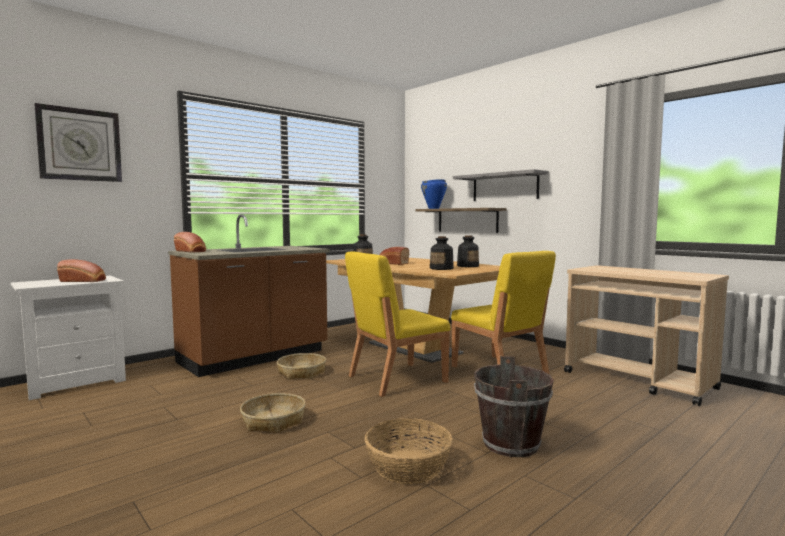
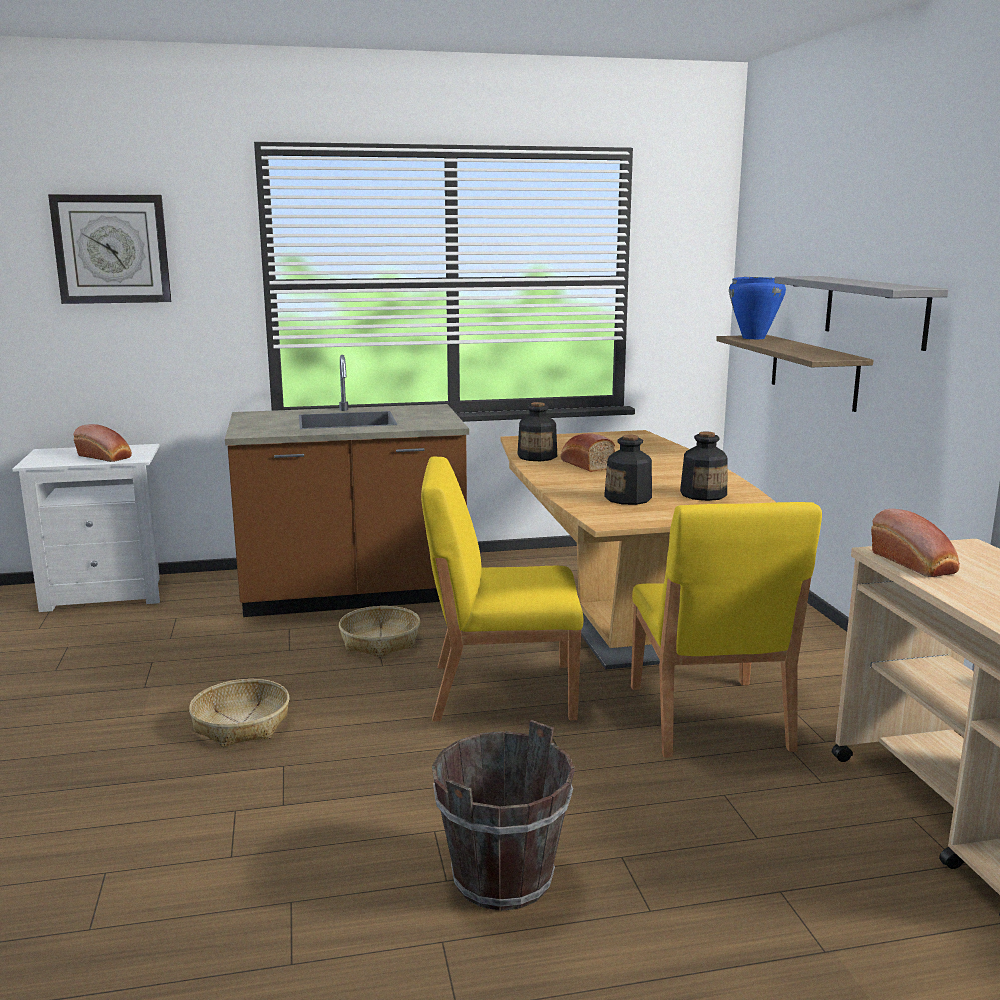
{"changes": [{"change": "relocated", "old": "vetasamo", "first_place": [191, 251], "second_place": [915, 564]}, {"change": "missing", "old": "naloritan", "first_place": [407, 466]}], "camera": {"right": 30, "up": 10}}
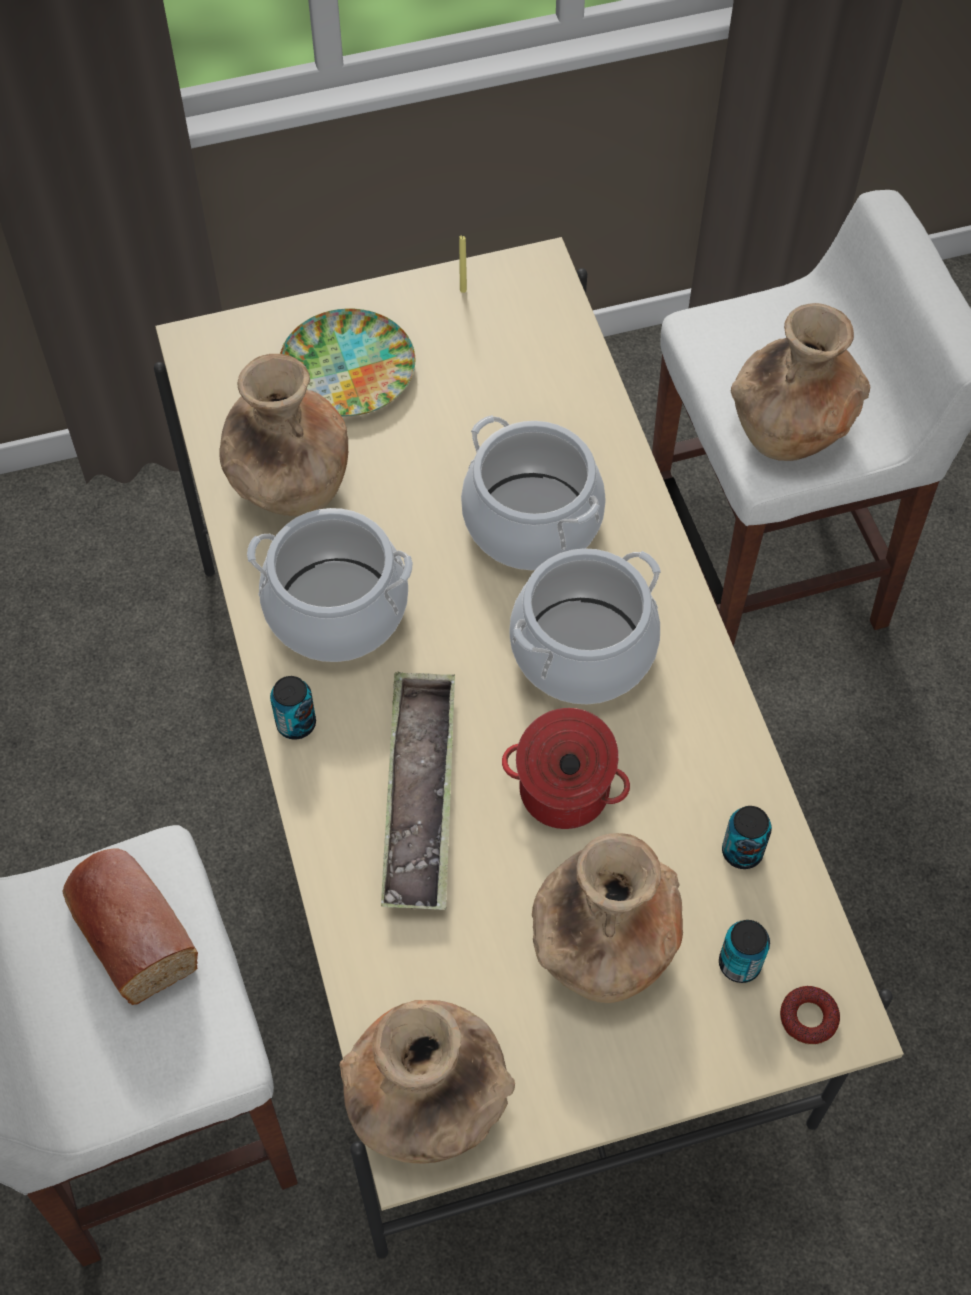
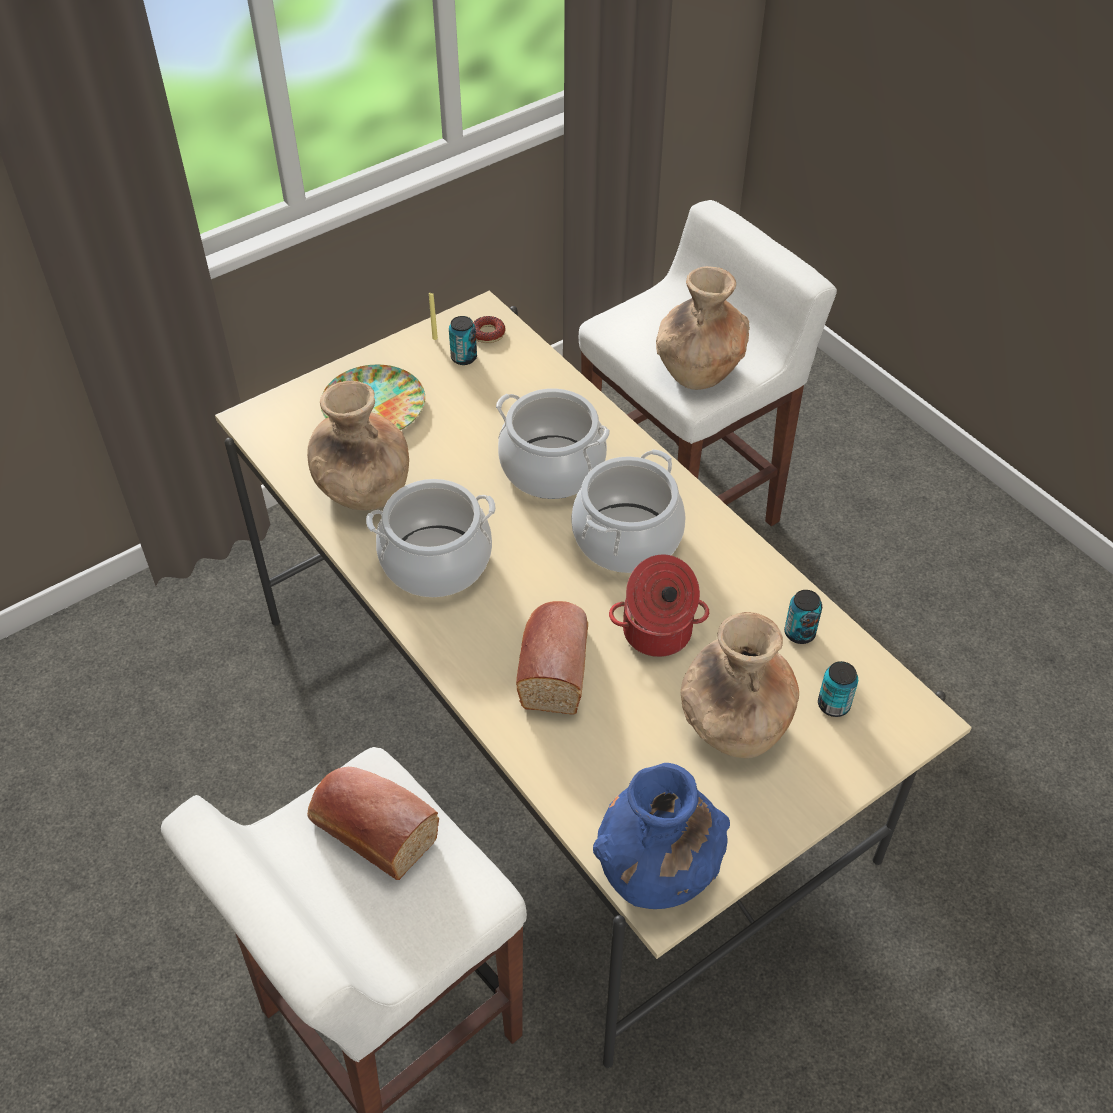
{"changes": [{"change": "relocated", "old": "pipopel", "first_place": [296, 723], "second_place": [464, 357]}, {"change": "colour", "old": "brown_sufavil", "new": "blue_sufavil", "first_place": [427, 1103], "second_place": [657, 870]}, {"change": "exchanged", "old": "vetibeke", "new": "vetasamo", "first_place": [420, 795], "second_place": [555, 665]}, {"change": "relocated", "old": "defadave", "first_place": [808, 1018], "second_place": [488, 333]}], "camera": {"right": -20, "up": -10}}
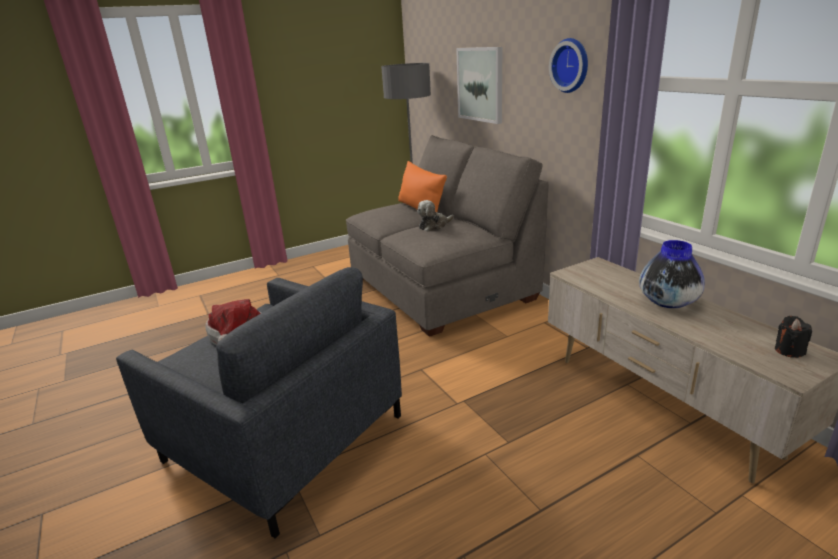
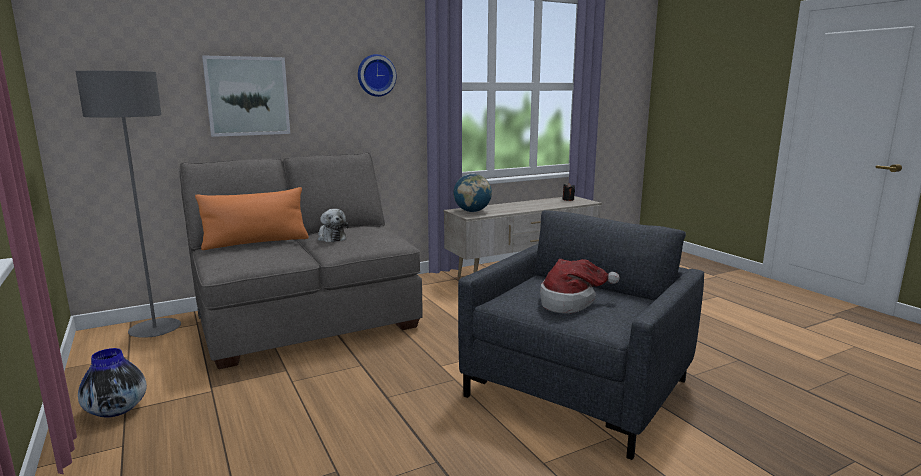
{"changes": [{"change": "relocated", "old": "sufavil", "first_place": [667, 302], "second_place": [116, 410]}, {"change": "appeared", "new": "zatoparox", "second_place": [472, 211]}], "camera": {"right": -90, "up": -10}}
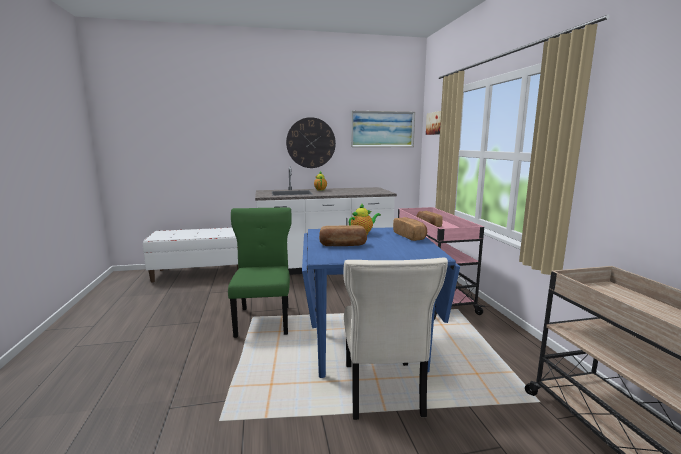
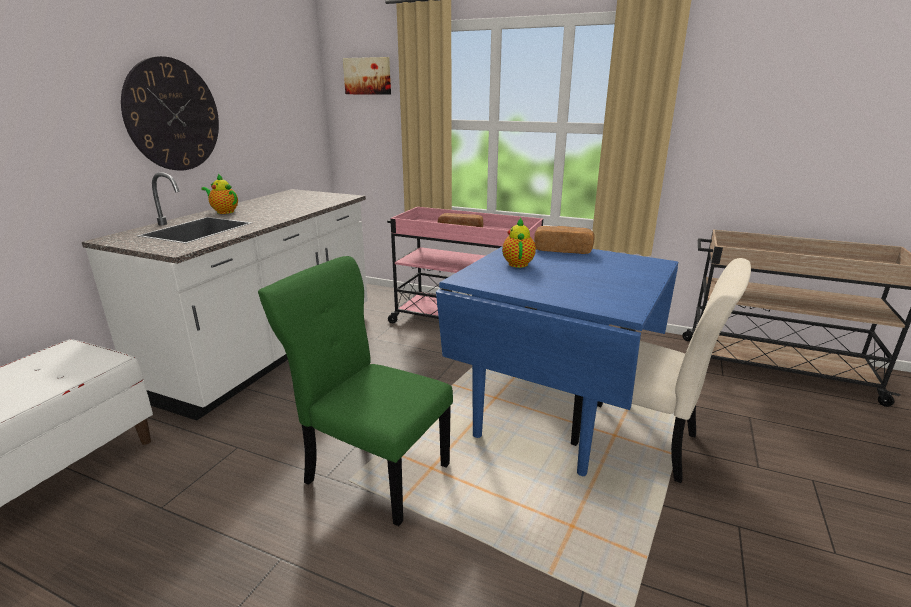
{"changes": [{"change": "missing", "old": "vetasamo", "first_place": [343, 245]}, {"change": "missing", "old": "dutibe", "first_place": [382, 129]}], "camera": {"right": -55, "up": 10}}
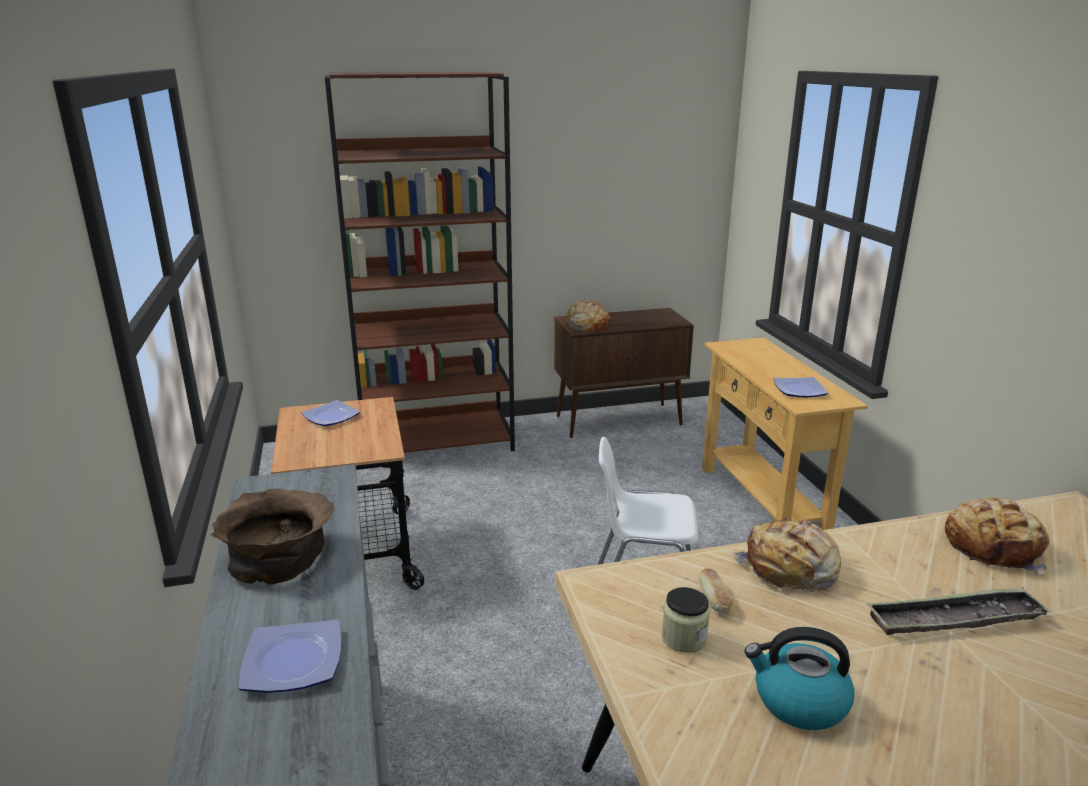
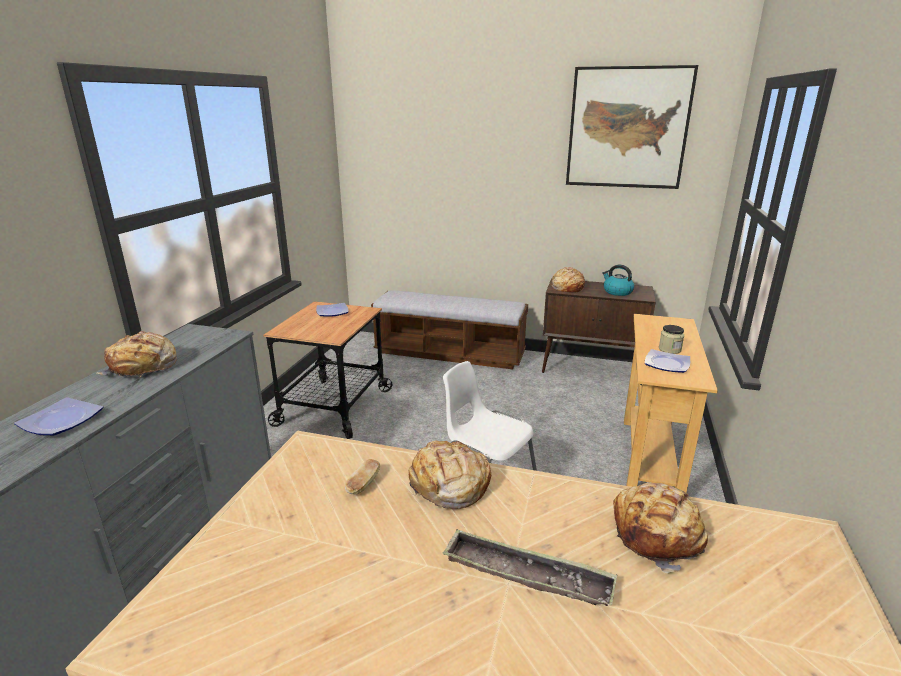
{"changes": [{"change": "exchanged", "old": "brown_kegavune", "new": "vetasamo", "first_place": [280, 554], "second_place": [143, 367]}, {"change": "exchanged", "old": "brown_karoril", "new": "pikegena", "first_place": [437, 442], "second_place": [449, 353]}, {"change": "relocated", "old": "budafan", "first_place": [684, 638], "second_place": [669, 349]}, {"change": "relocated", "old": "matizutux", "first_place": [798, 701], "second_place": [617, 292]}, {"change": "appeared", "new": "dutibe", "second_place": [627, 128]}], "camera": {"right": 30, "up": 0}}
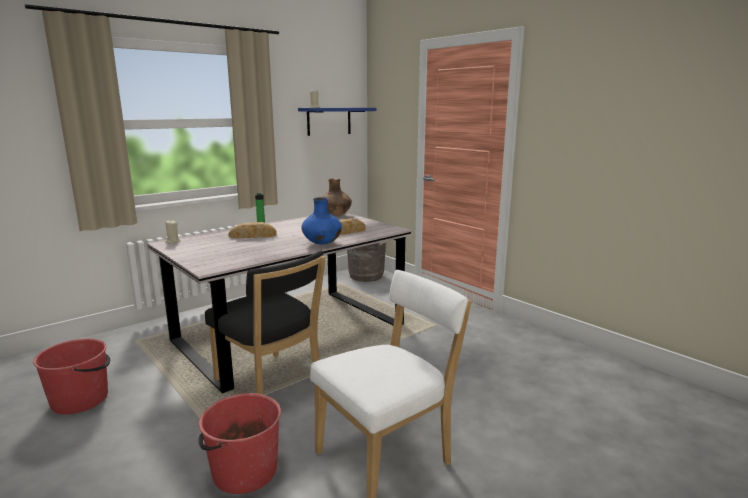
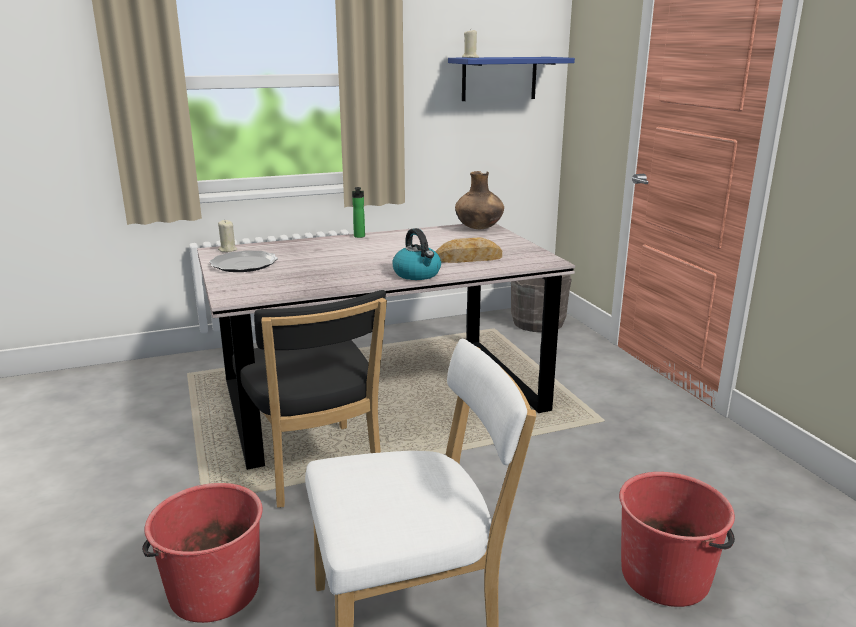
{"changes": [{"change": "relocated", "old": "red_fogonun", "first_place": [81, 399], "second_place": [666, 576]}, {"change": "missing", "old": "vetasamo", "first_place": [253, 236]}, {"change": "exchanged", "old": "blue_sufavil", "new": "matizutux", "first_place": [322, 243], "second_place": [417, 274]}, {"change": "appeared", "new": "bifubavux", "second_place": [243, 264]}], "camera": {"right": 20, "up": 5}}
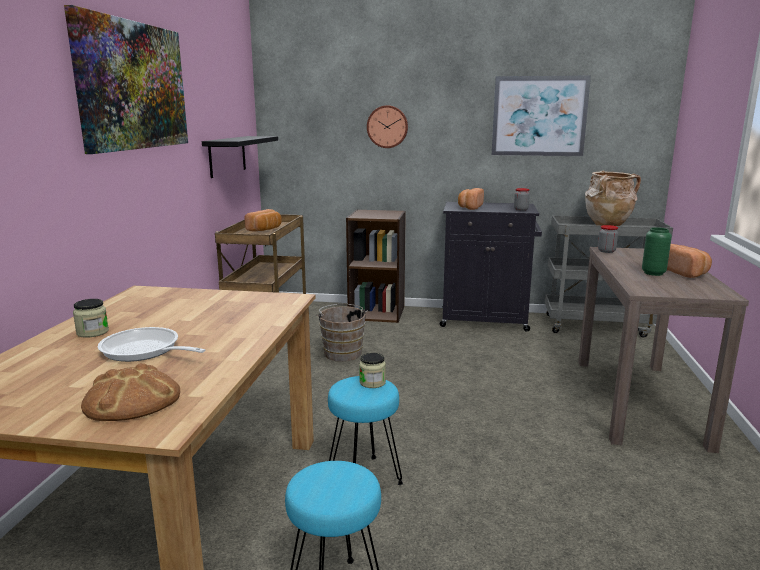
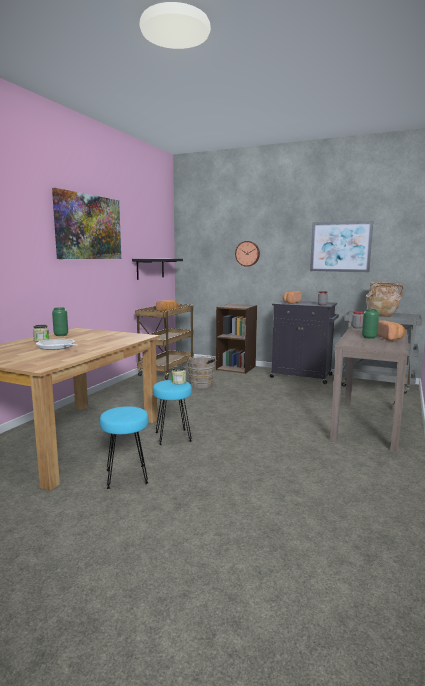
{"changes": [{"change": "missing", "old": "vetasamo", "first_place": [132, 400]}, {"change": "appeared", "new": "green_sufavil", "second_place": [61, 335]}], "camera": {"right": 15, "up": -5}}
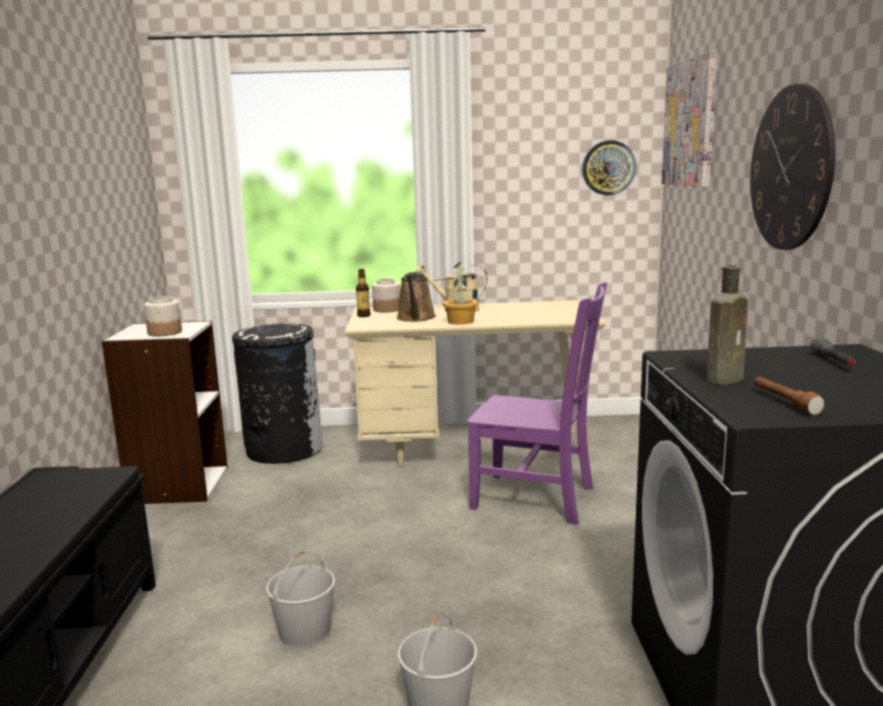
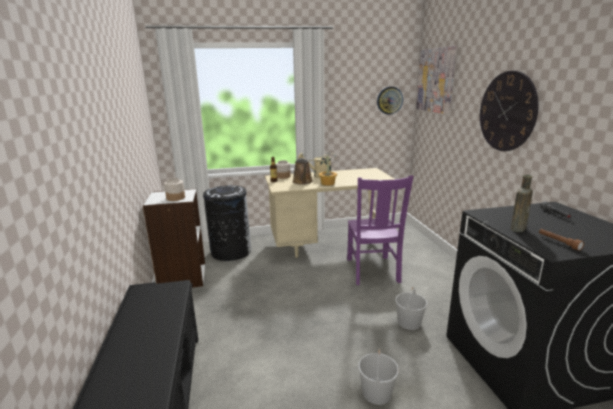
{"changes": [{"change": "relocated", "old": "white_fogonun", "first_place": [305, 631], "second_place": [409, 322]}, {"change": "spun", "old": "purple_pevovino", "first_place": [537, 498], "second_place": [372, 271], "degrees": 75}], "camera": {"right": -10, "up": 5}}
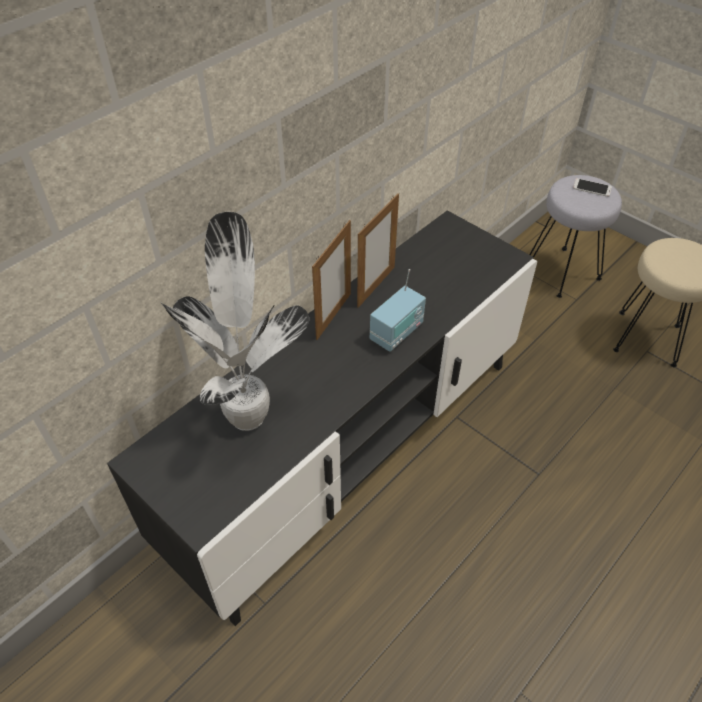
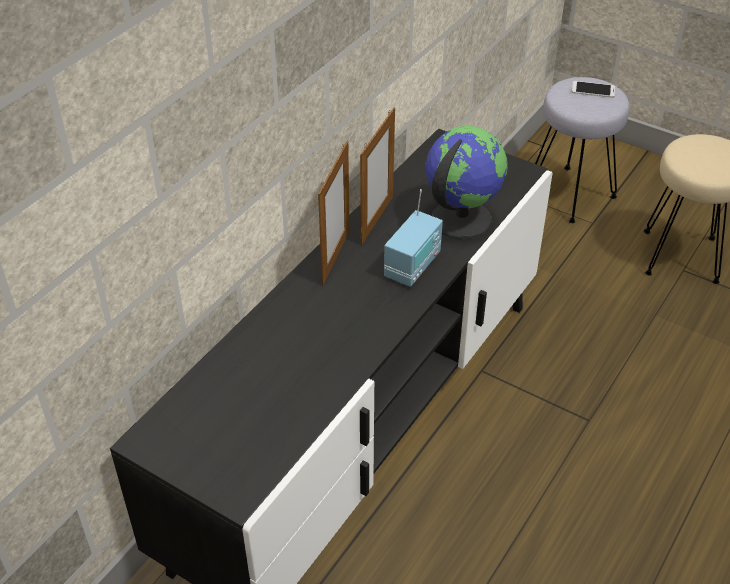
{"changes": [{"change": "missing", "old": "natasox", "first_place": [248, 414]}, {"change": "appeared", "new": "zatoparox", "second_place": [460, 219]}], "camera": {"right": -10, "up": -5}}
